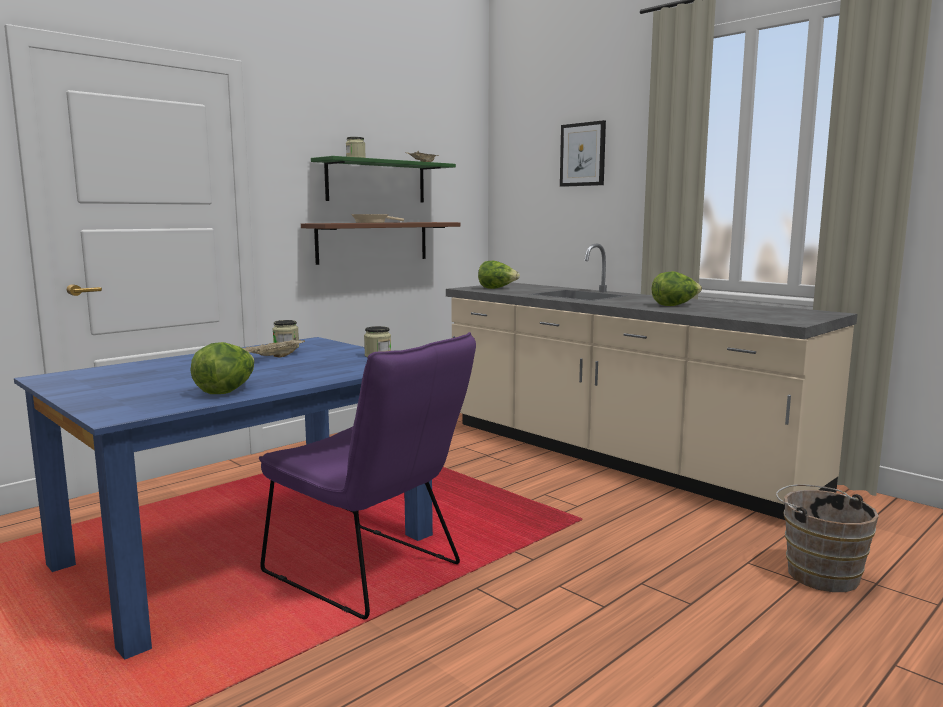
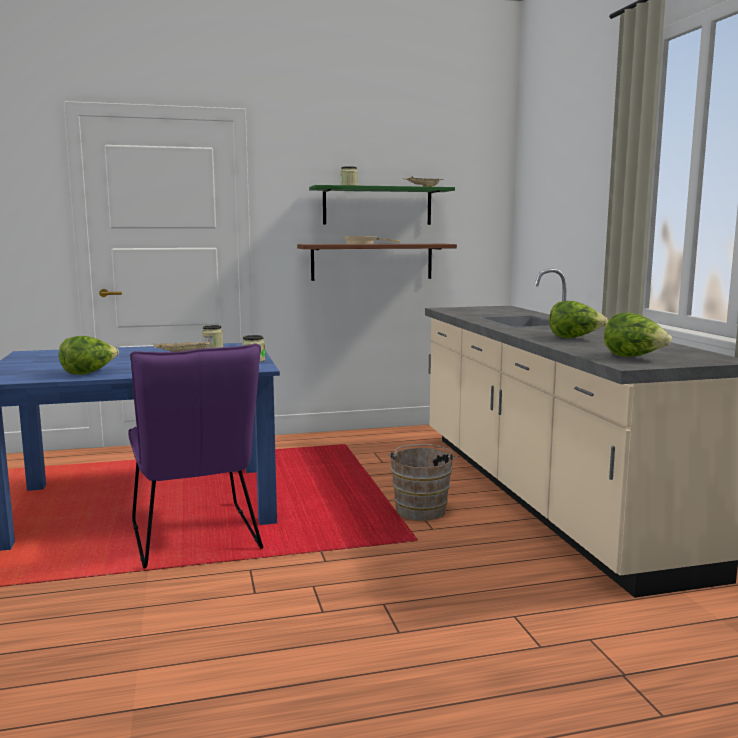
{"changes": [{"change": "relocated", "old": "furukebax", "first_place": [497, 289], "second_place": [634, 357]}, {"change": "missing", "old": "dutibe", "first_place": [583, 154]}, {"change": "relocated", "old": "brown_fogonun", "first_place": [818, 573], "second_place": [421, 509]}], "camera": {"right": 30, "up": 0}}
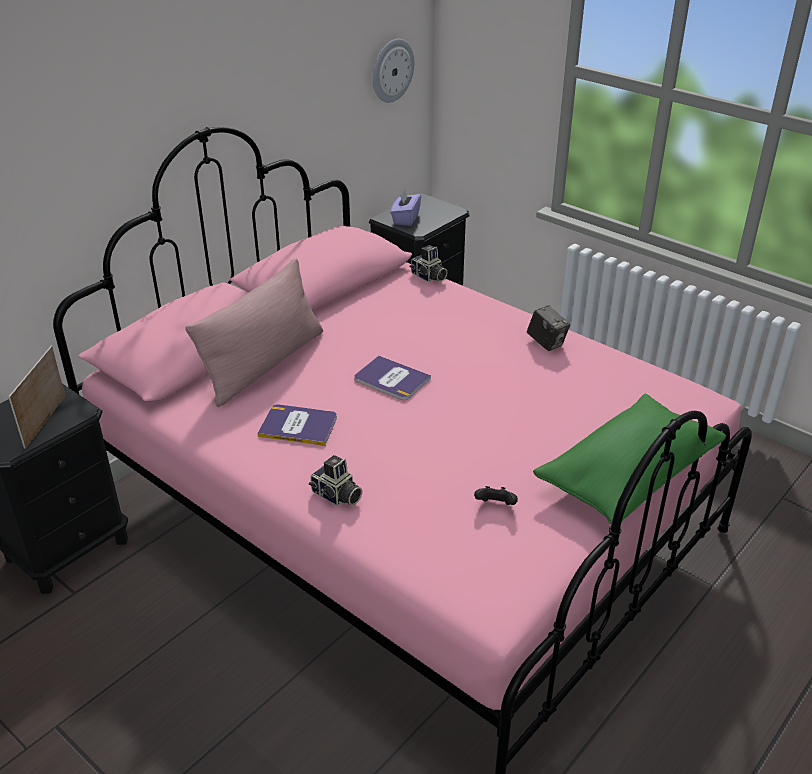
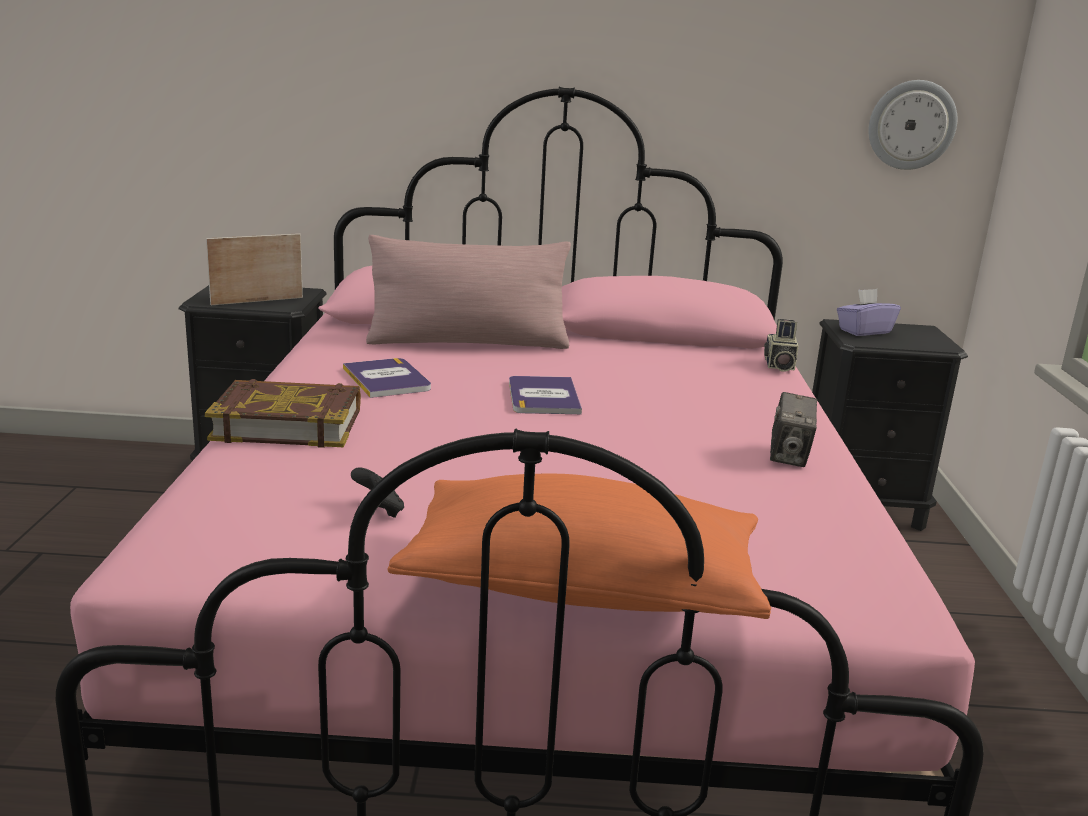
{"changes": [{"change": "exchanged", "old": "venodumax", "new": "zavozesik", "first_place": [336, 496], "second_place": [288, 424]}, {"change": "colour", "old": "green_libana", "new": "orange_libana", "first_place": [627, 476], "second_place": [581, 588]}], "camera": {"right": 50, "up": -15}}
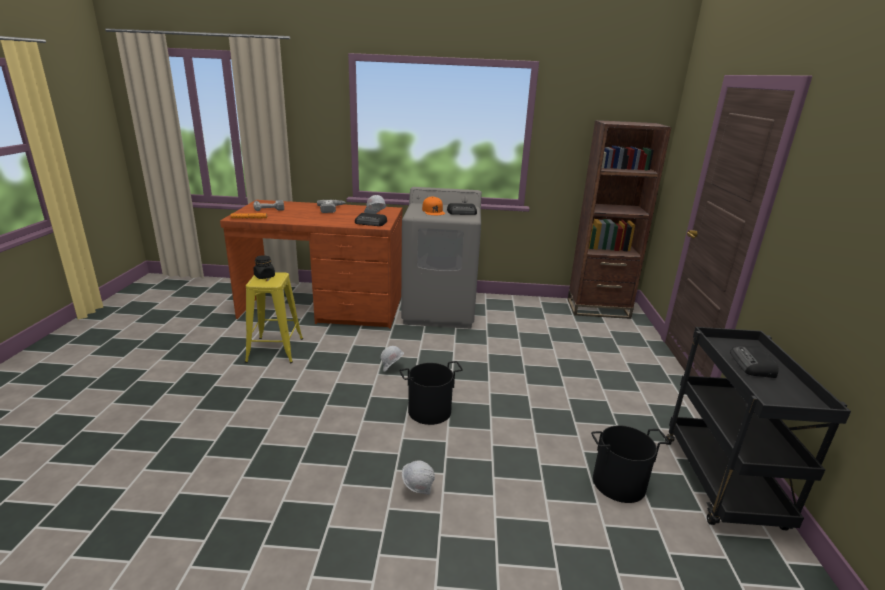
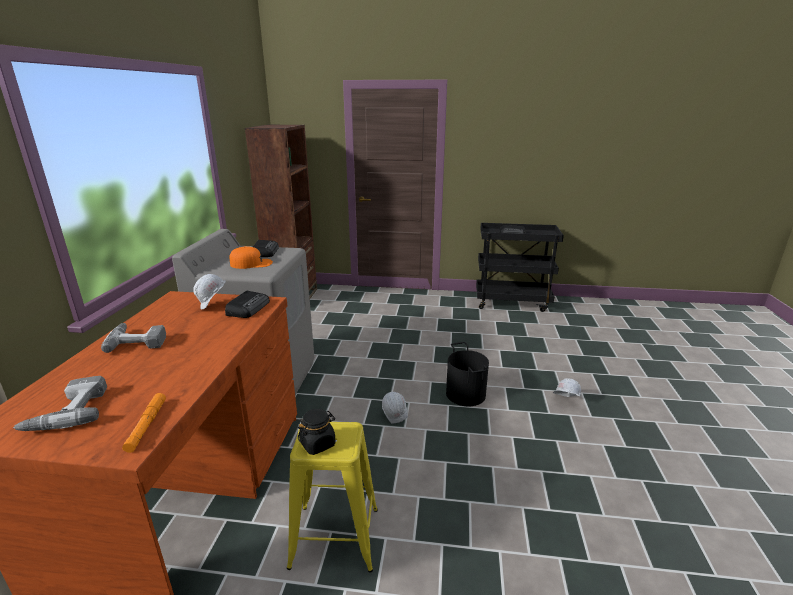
{"changes": [{"change": "missing", "old": "black_fogonun", "first_place": [619, 483]}], "camera": {"right": -85, "up": 0}}
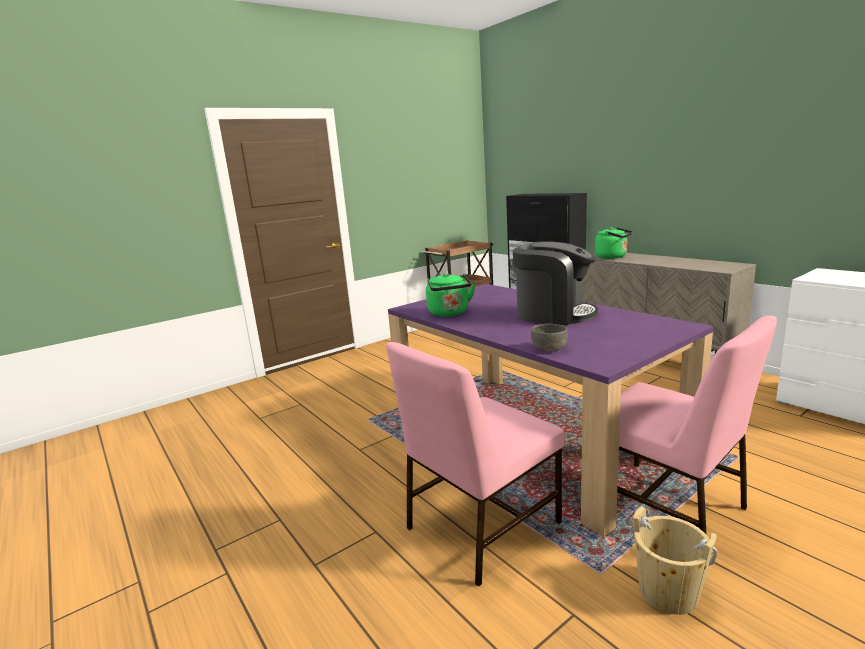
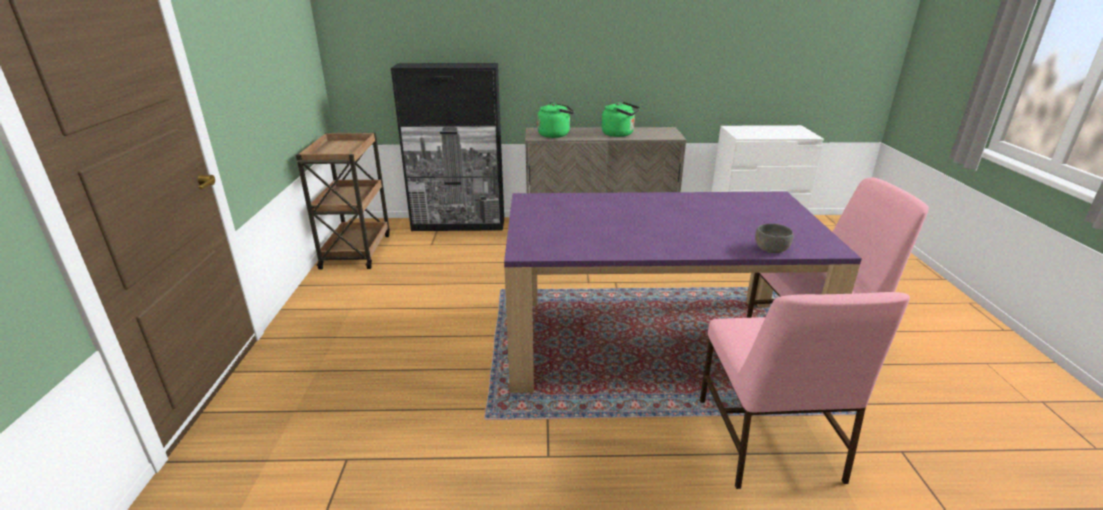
{"changes": [{"change": "relocated", "old": "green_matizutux", "first_place": [449, 313], "second_place": [620, 134]}, {"change": "missing", "old": "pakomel", "first_place": [553, 314]}, {"change": "missing", "old": "beige_fogonun", "first_place": [668, 592]}], "camera": {"right": -55, "up": 10}}
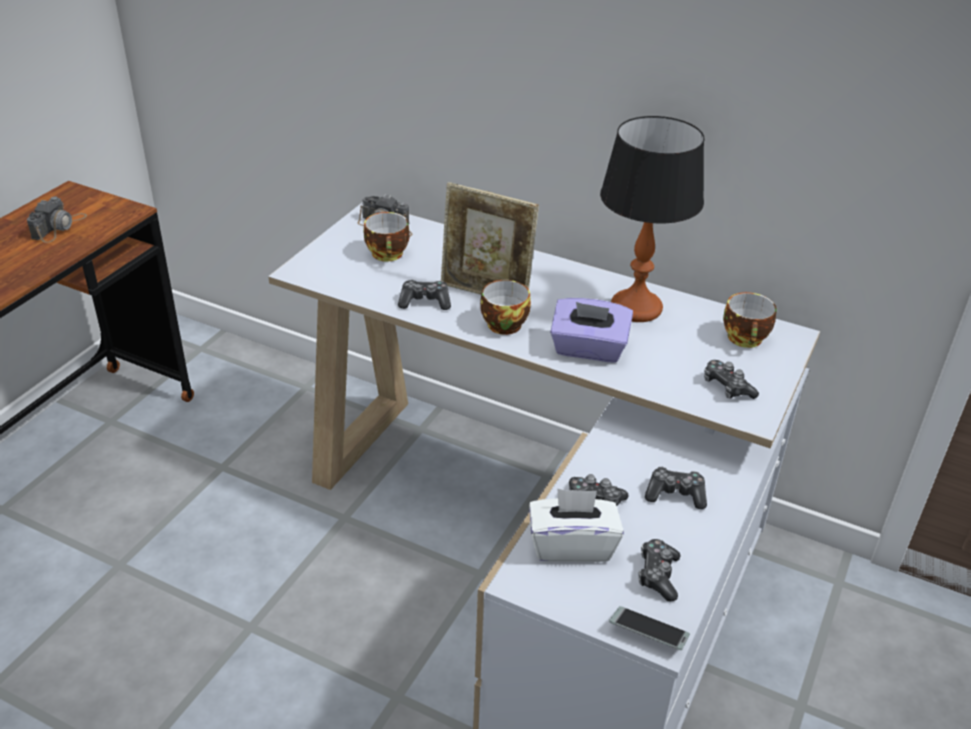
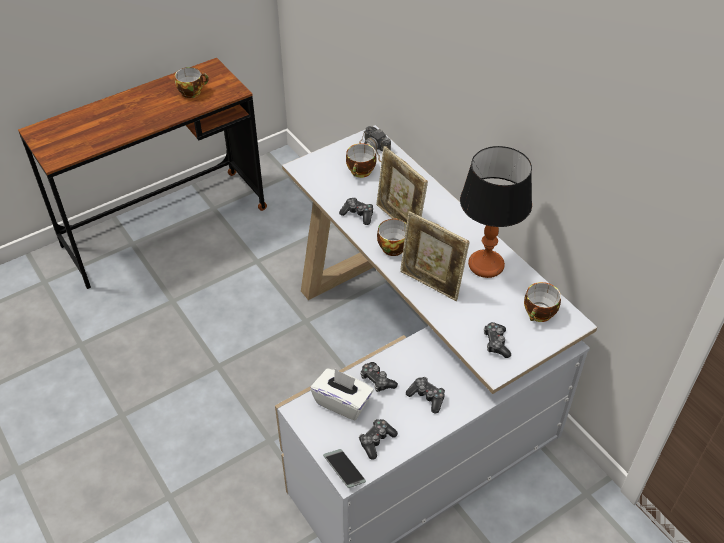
{"changes": [{"change": "exchanged", "old": "venodumax", "new": "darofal", "first_place": [59, 227], "second_place": [192, 92]}, {"change": "exchanged", "old": "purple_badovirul", "new": "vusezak", "first_place": [588, 349], "second_place": [430, 284]}], "camera": {"right": 30, "up": 10}}
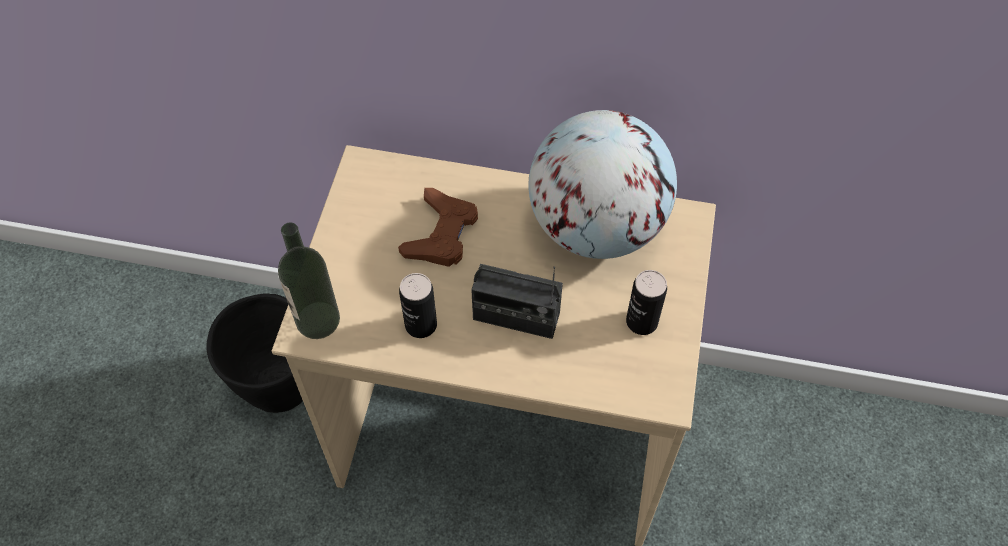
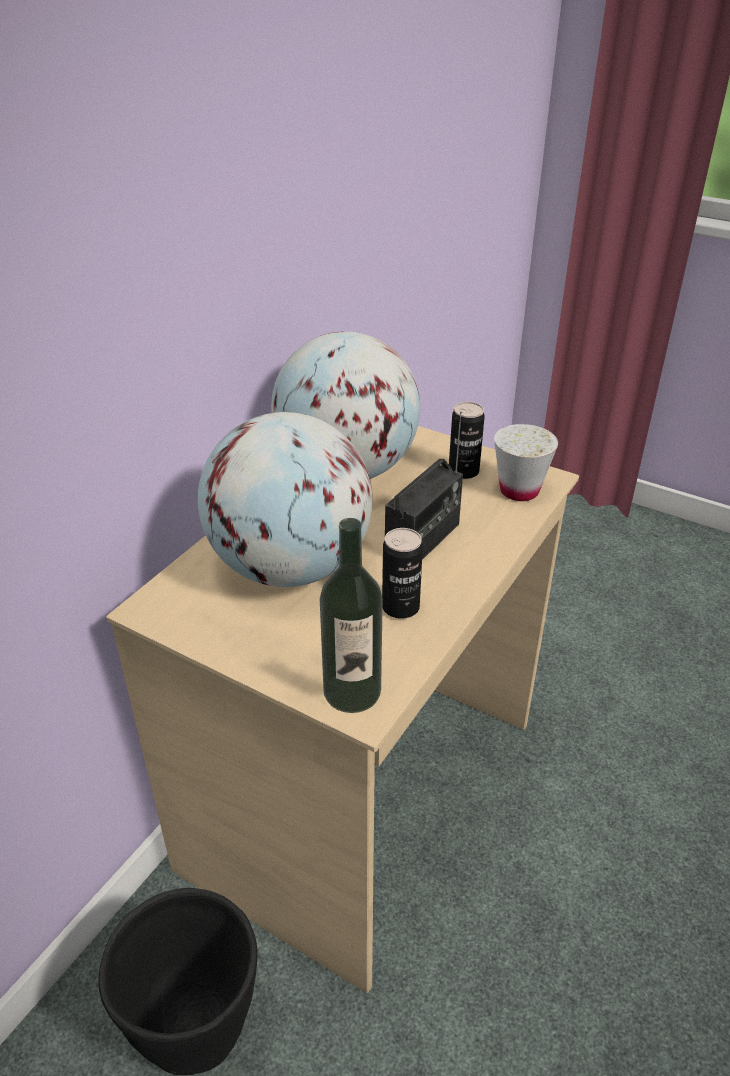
{"changes": [{"change": "exchanged", "old": "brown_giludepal", "new": "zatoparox", "first_place": [441, 234], "second_place": [290, 567]}, {"change": "appeared", "new": "white_darofal", "second_place": [519, 490]}], "camera": {"right": -70, "up": -20}}
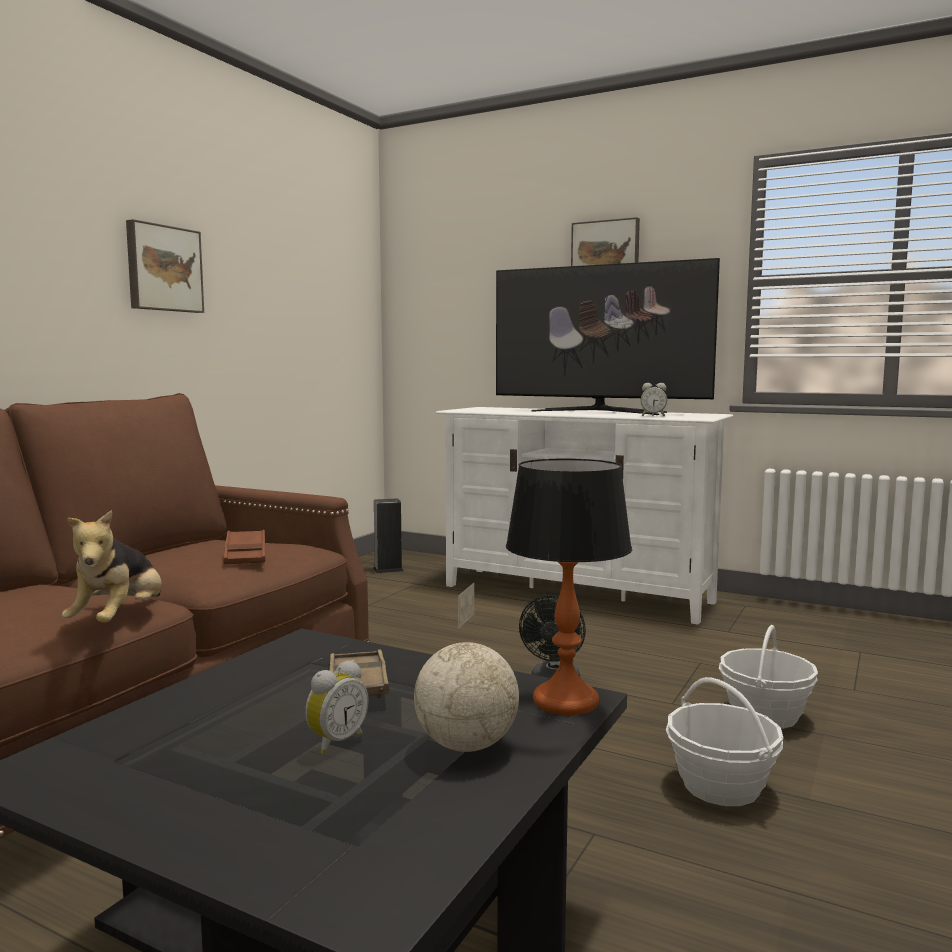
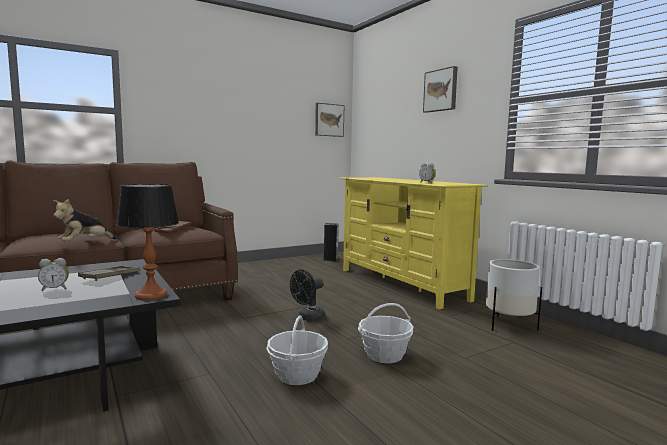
{"changes": [{"change": "relocated", "old": "dutibe", "first_place": [163, 268], "second_place": [329, 120]}, {"change": "missing", "old": "zatoparox", "first_place": [467, 745]}, {"change": "colour", "old": "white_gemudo", "new": "yellow_gemudo", "first_place": [577, 593], "second_place": [401, 284]}, {"change": "missing", "old": "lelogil", "first_place": [598, 412]}, {"change": "appeared", "new": "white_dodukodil", "second_place": [509, 325]}], "camera": {"right": 30, "up": 0}}
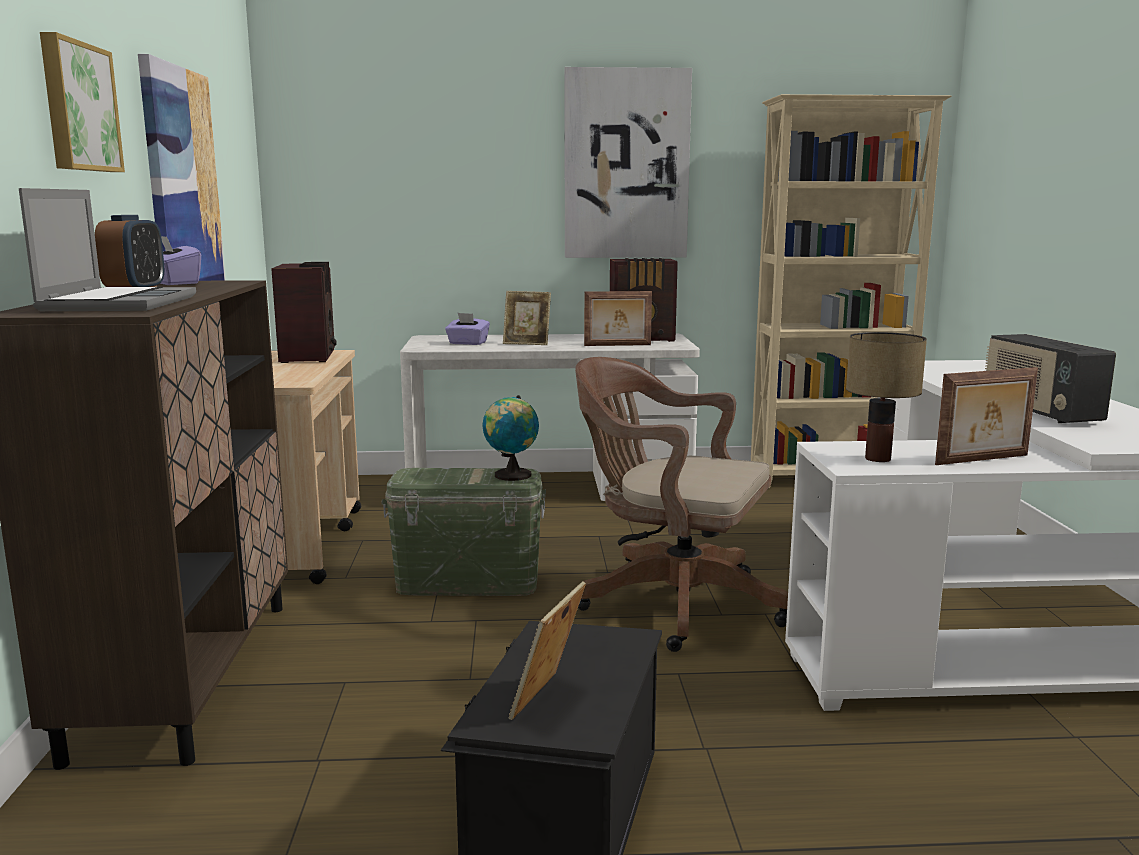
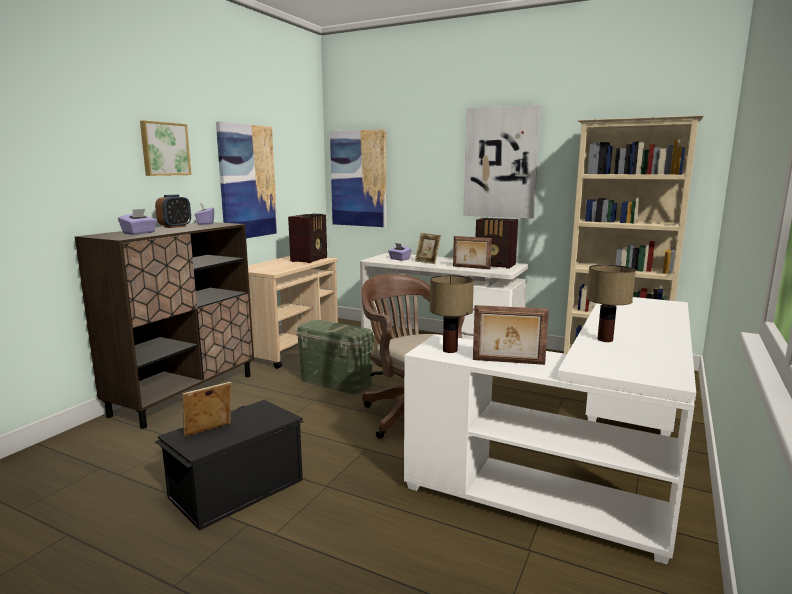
{"changes": [{"change": "exchanged", "old": "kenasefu", "new": "purple_badovirul", "first_place": [118, 303], "second_place": [139, 233]}, {"change": "missing", "old": "zatoparox", "first_place": [511, 476]}, {"change": "exchanged", "old": "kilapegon", "new": "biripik", "first_place": [1039, 412], "second_place": [605, 340]}, {"change": "appeared", "new": "dutibe", "second_place": [359, 178]}], "camera": {"right": 30, "up": 0}}
